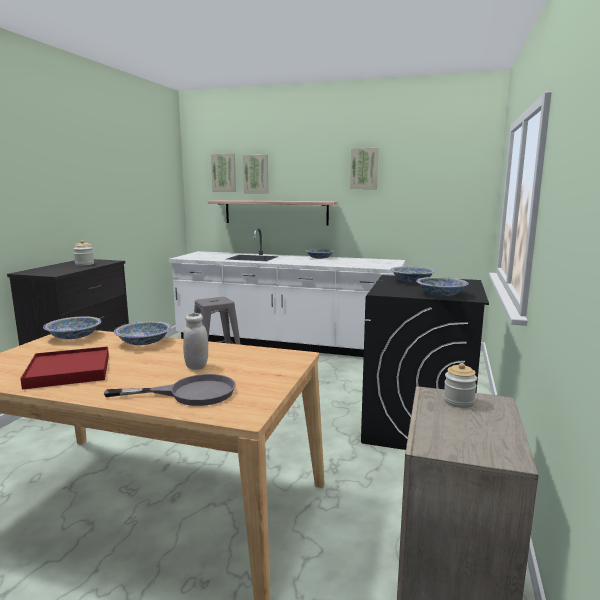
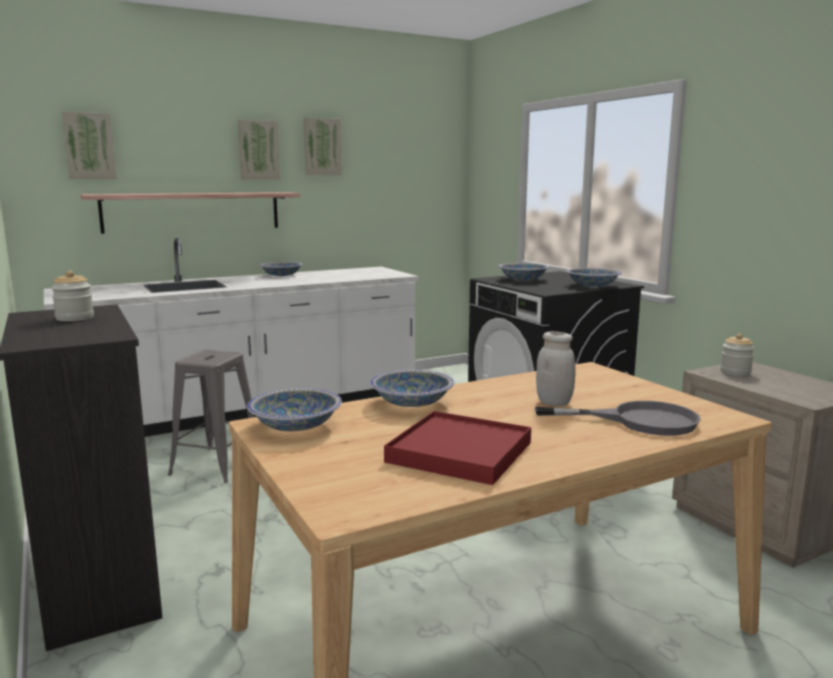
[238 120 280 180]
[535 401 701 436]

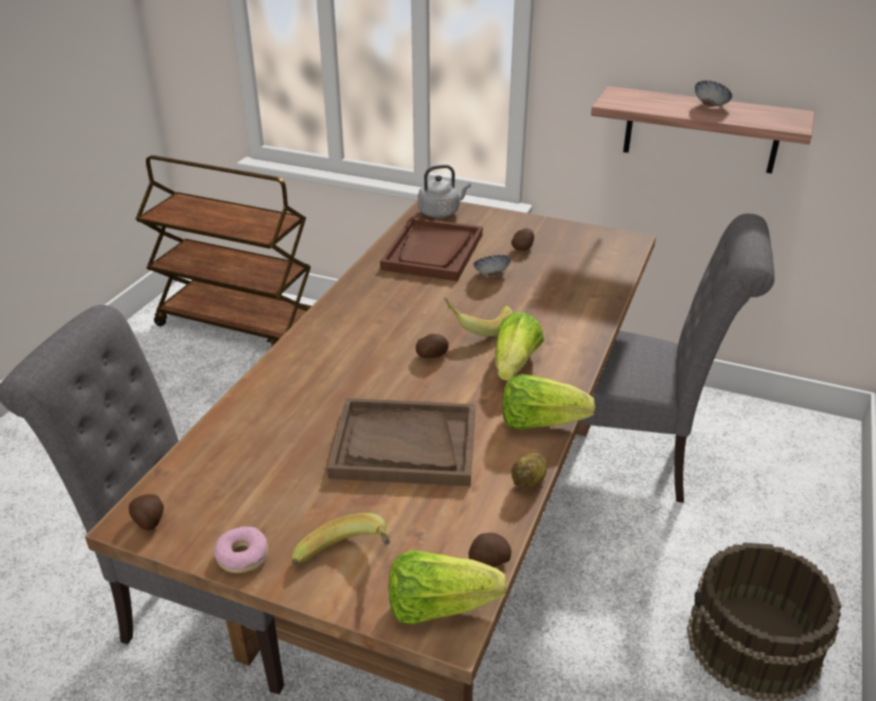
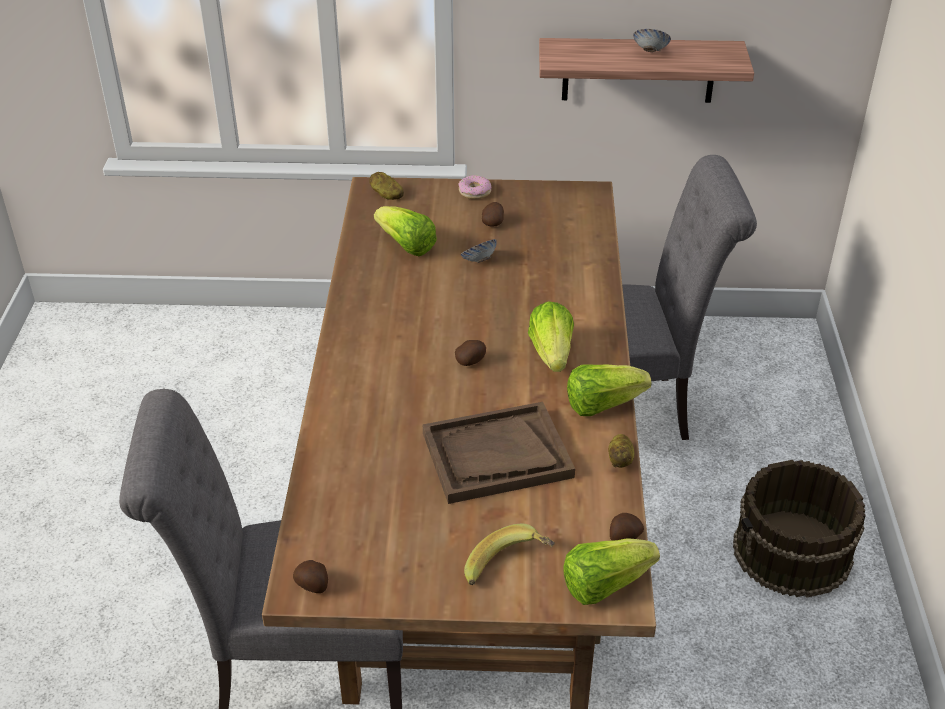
[369 172 404 200]
[374 206 437 256]
[458 175 492 199]
[136 155 312 346] (first image)
[444 298 513 337] (first image)

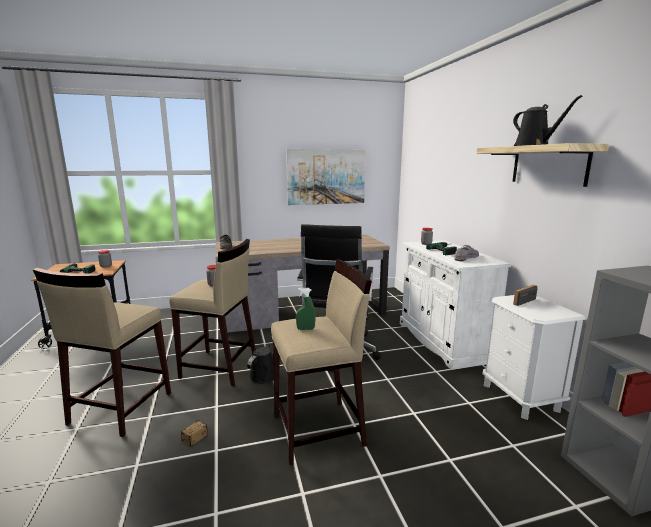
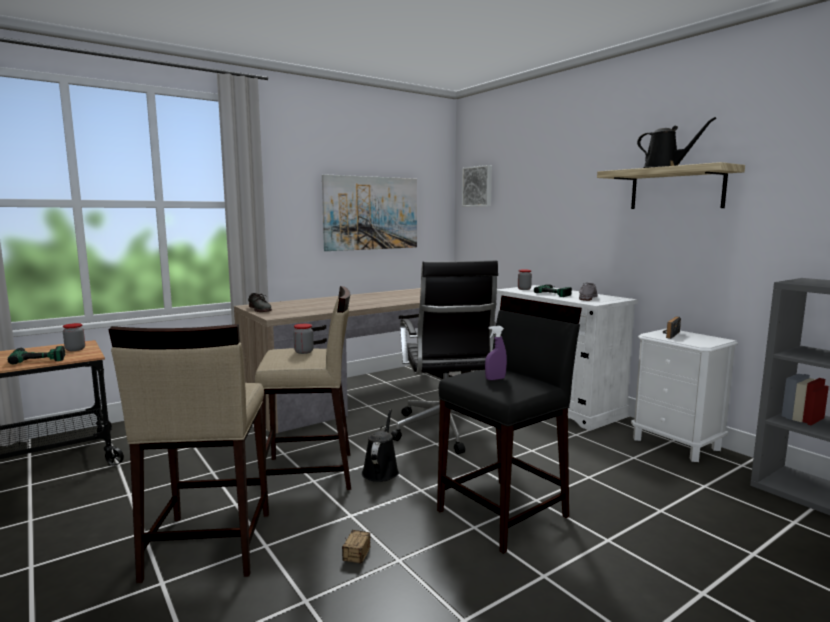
[437 296 582 554]
[462 165 492 207]
[485 326 507 380]

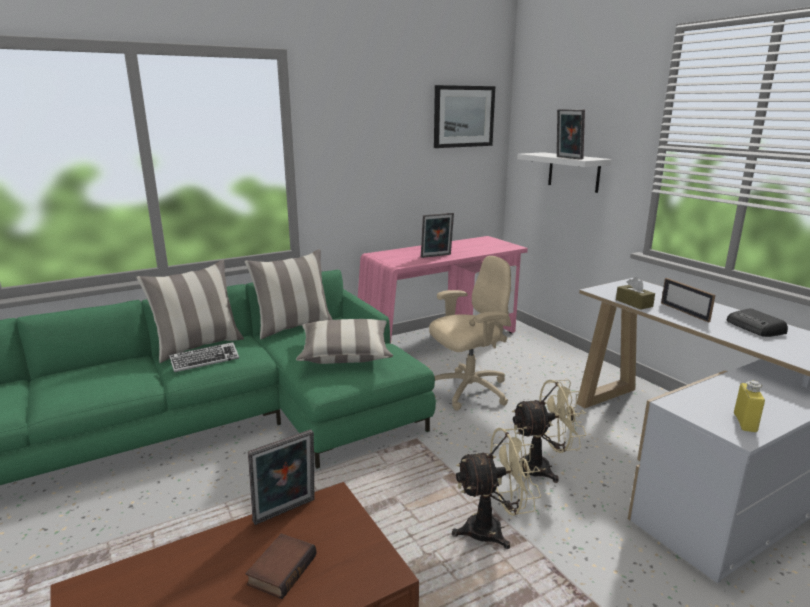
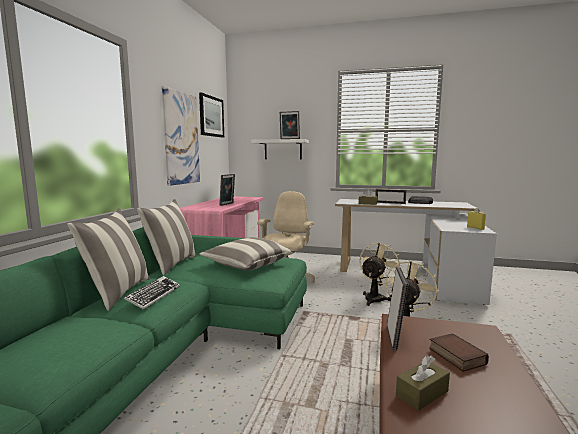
[162 86 200 186]
[396 355 450 411]

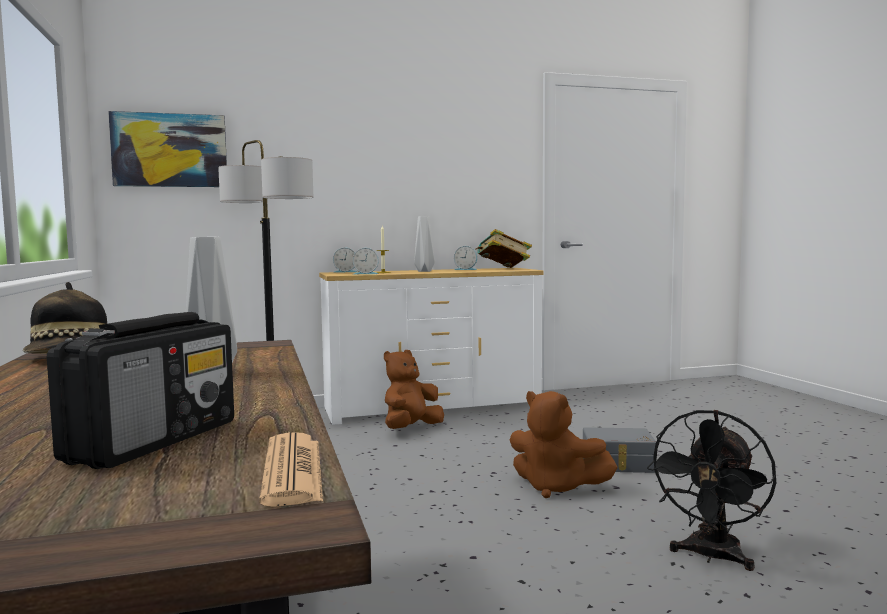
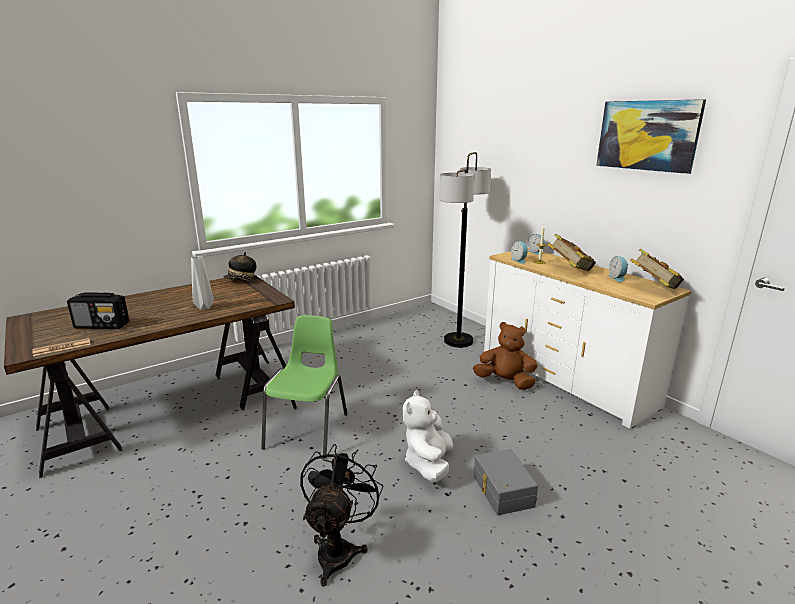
[261 315 348 458]
[300 444 383 586]
[403 390 453 483]
[547 234 596 271]
[596 99 706 174]

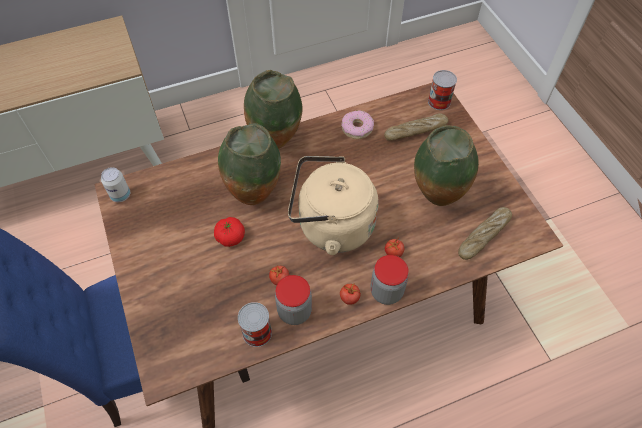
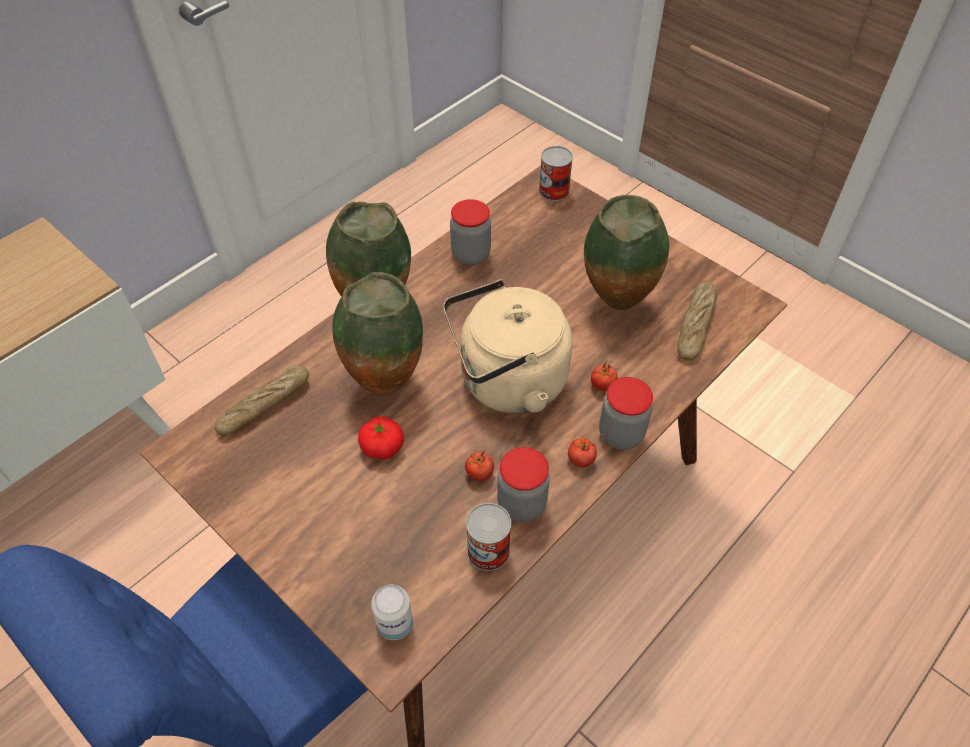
[215 365 309 436]
[371 584 413 640]
[450 199 491 265]

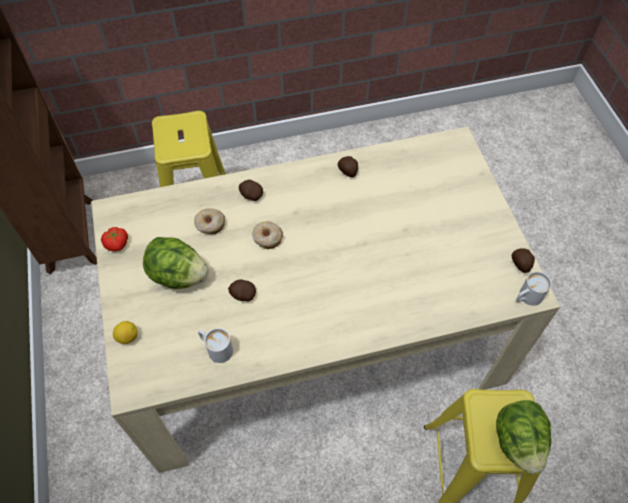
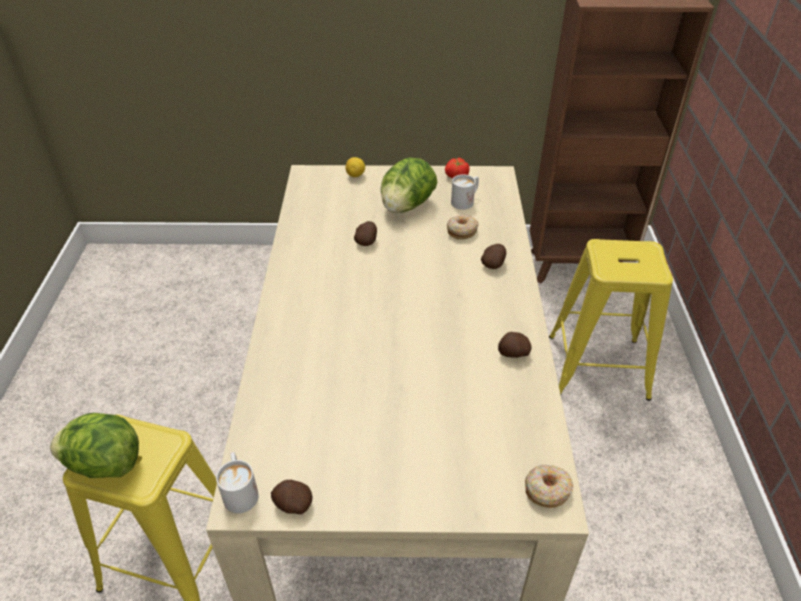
[451 174 479 210]
[525 465 573 508]

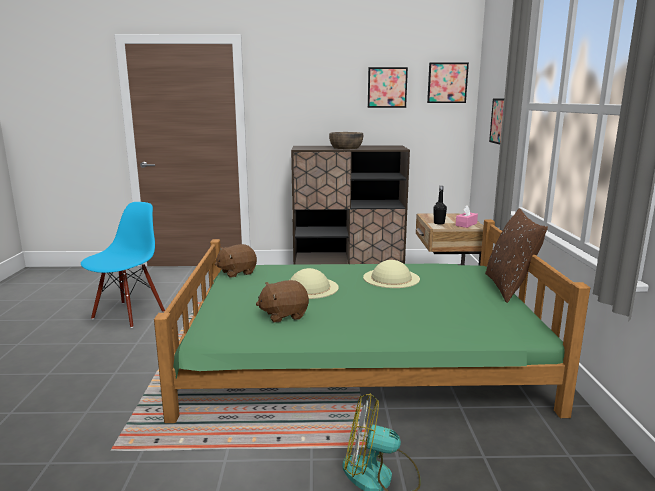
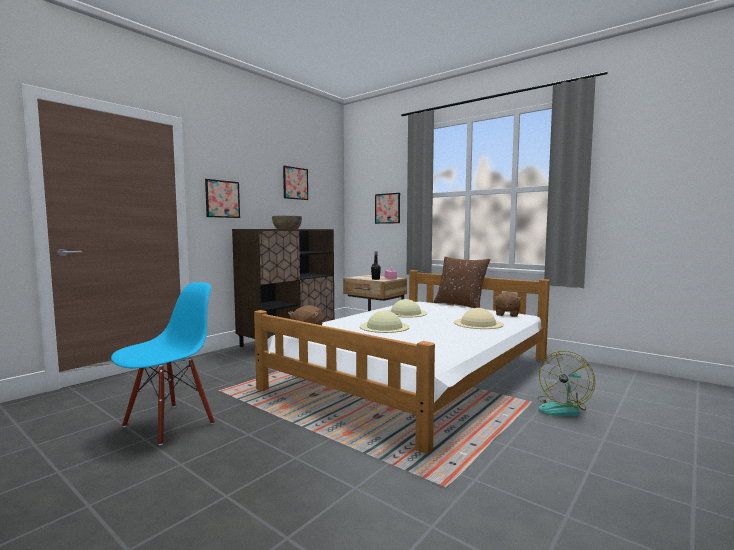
[111 282 215 445]
[205 179 240 218]
[254 270 550 454]
[454 308 504 329]
[494 292 522 317]

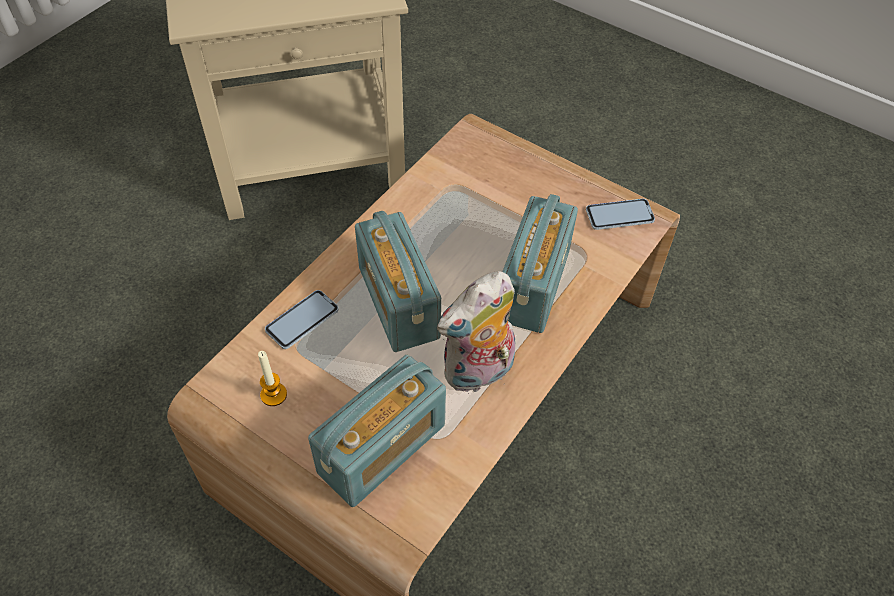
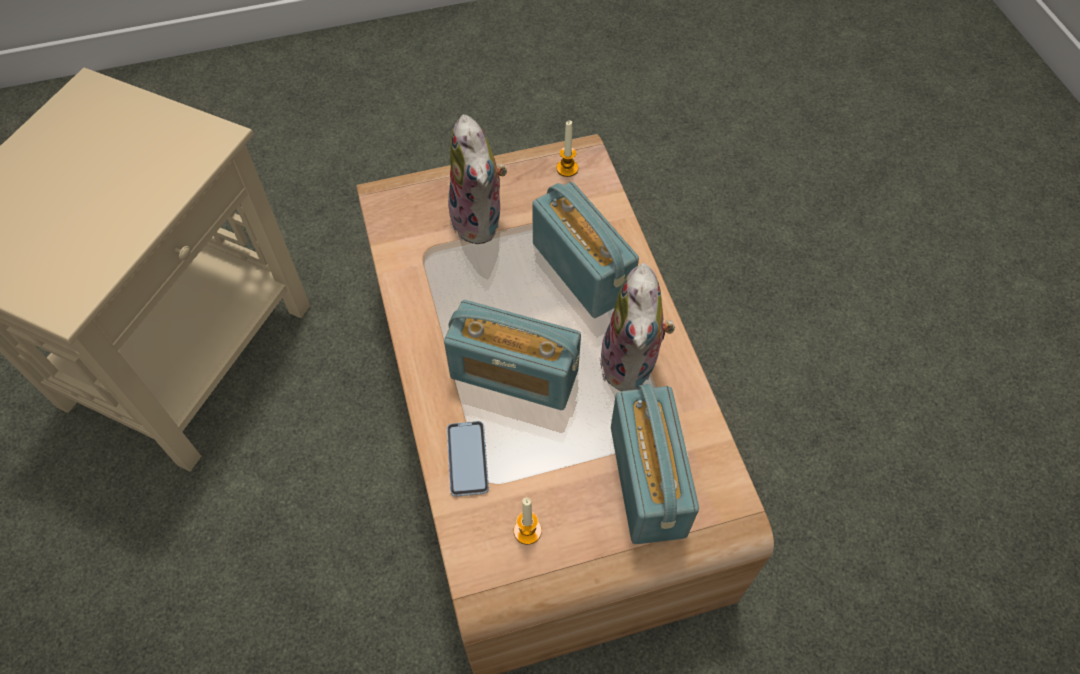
[448 115 507 244]
[556 121 578 177]

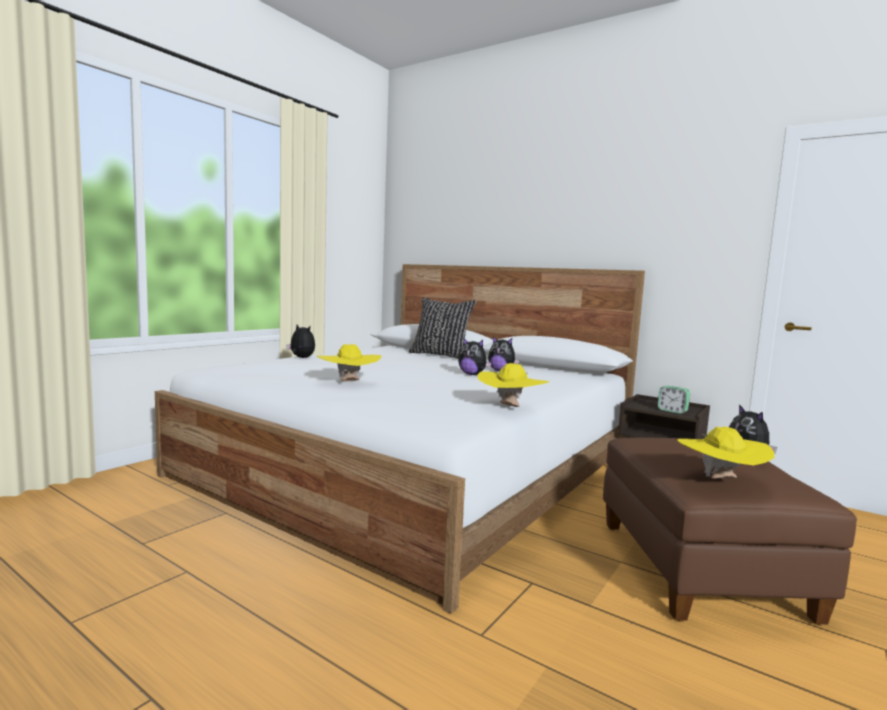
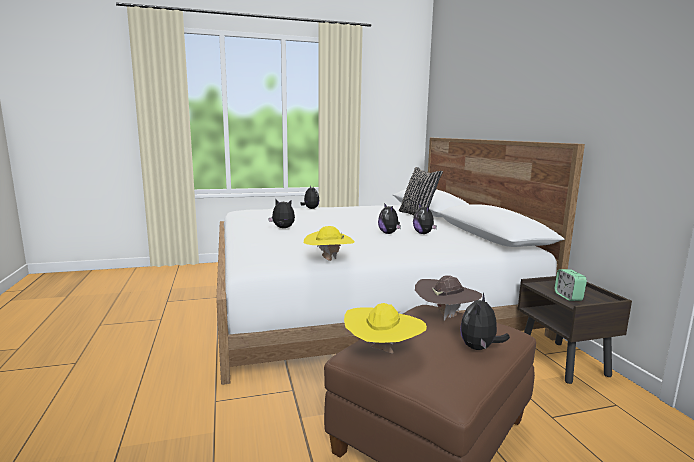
[268 200 295 228]
[415 275 482 321]

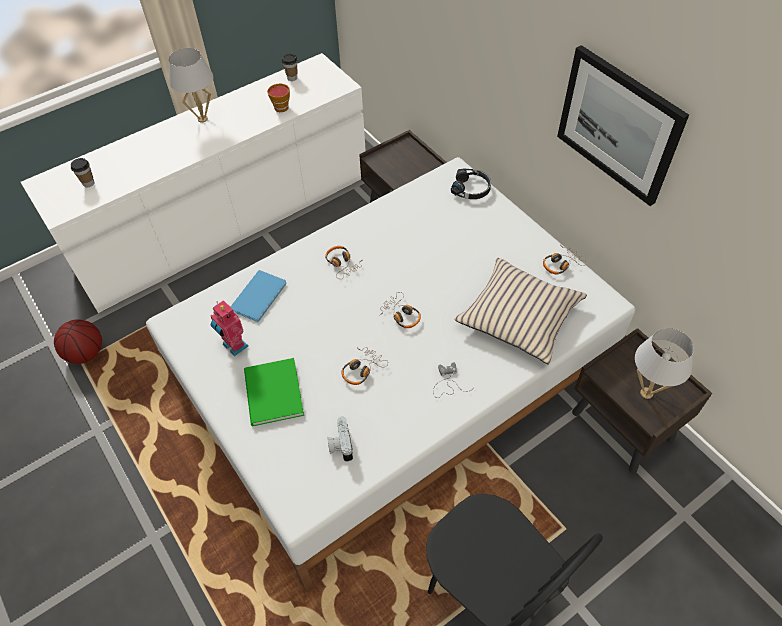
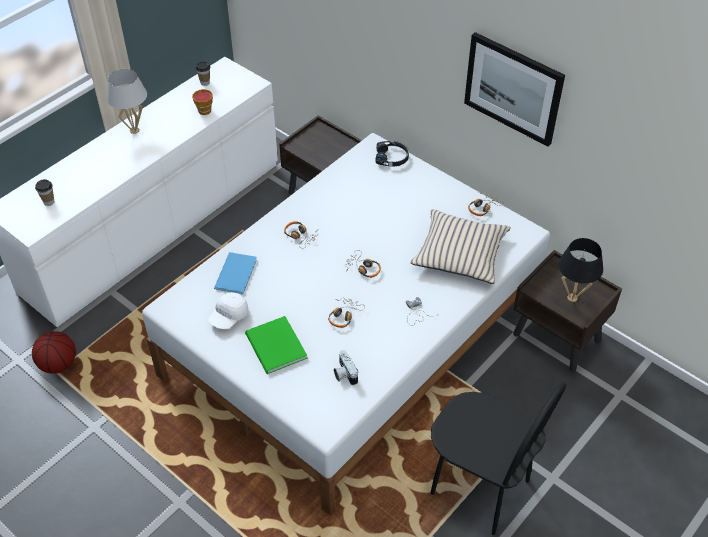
[208 292 249 329]
[558 238 603 302]

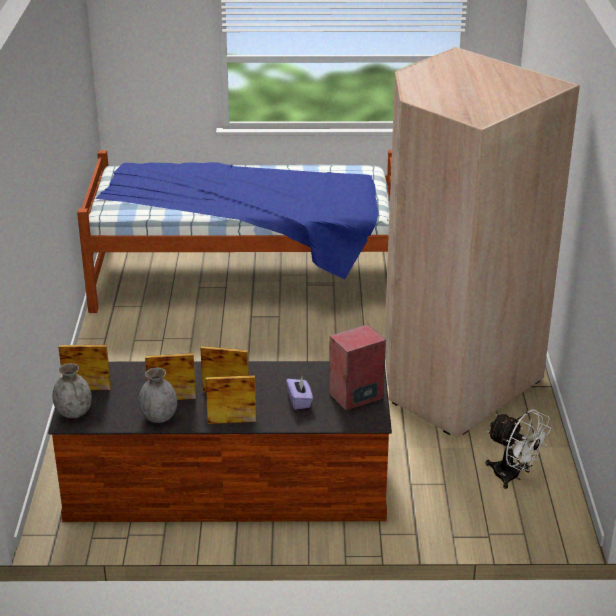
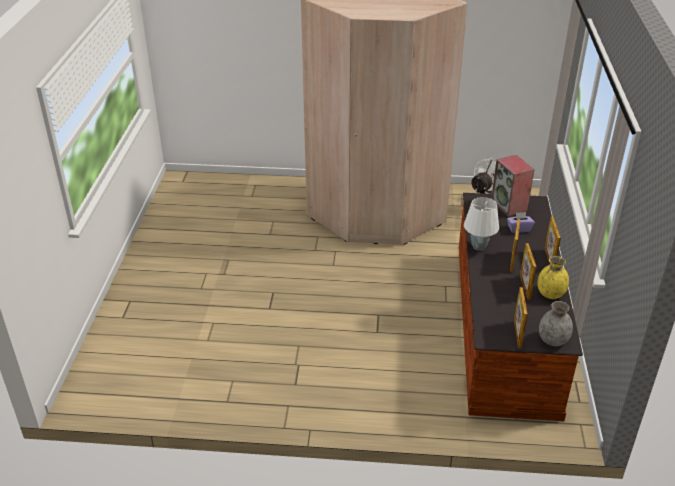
[464 197 499 251]
[537 256 569 299]
[77 150 392 313] (first image)

